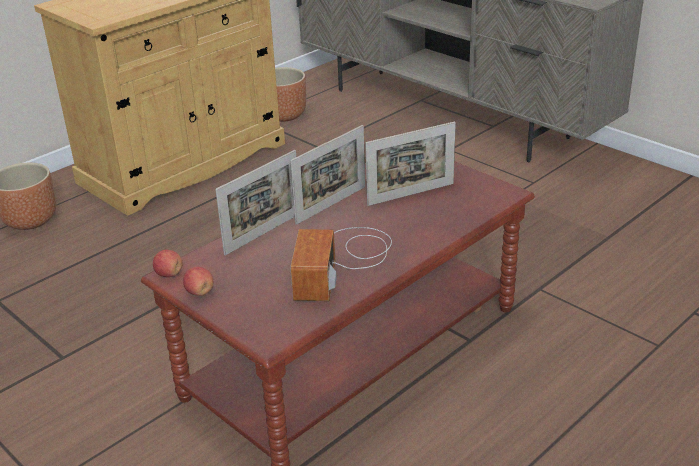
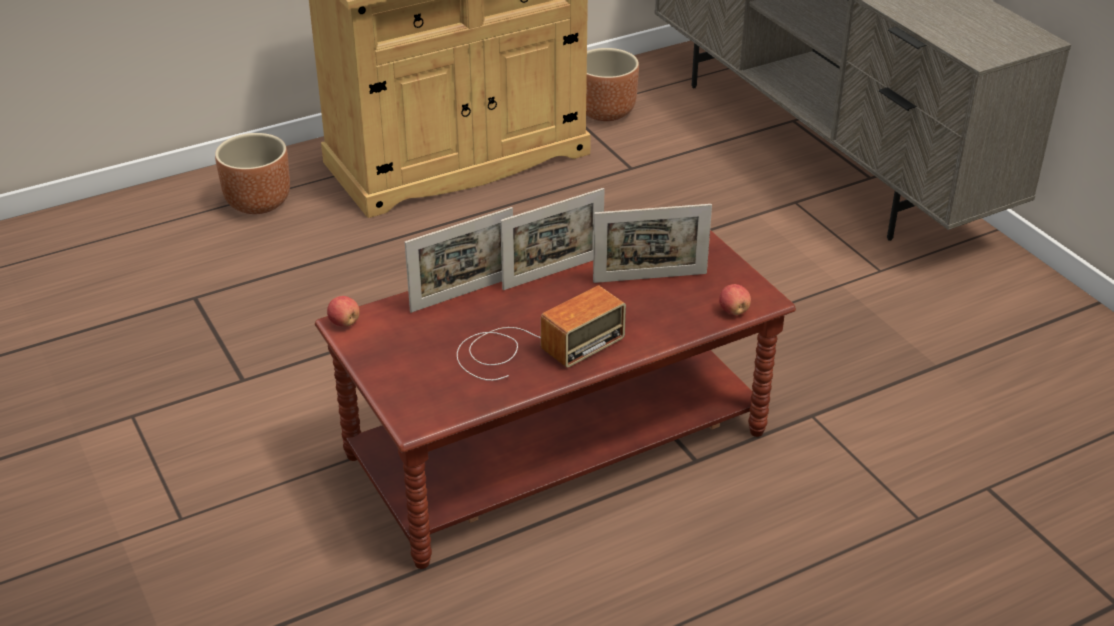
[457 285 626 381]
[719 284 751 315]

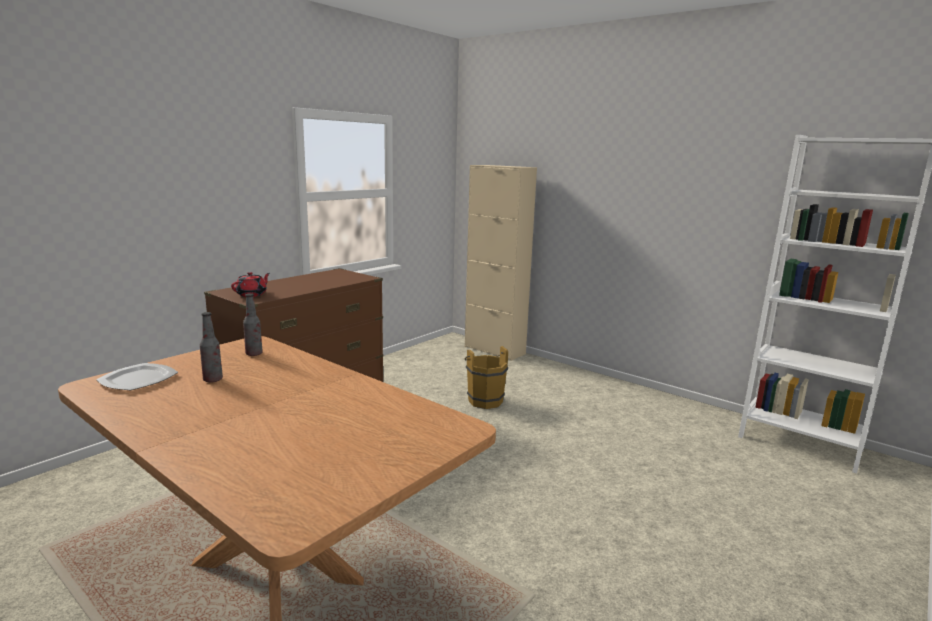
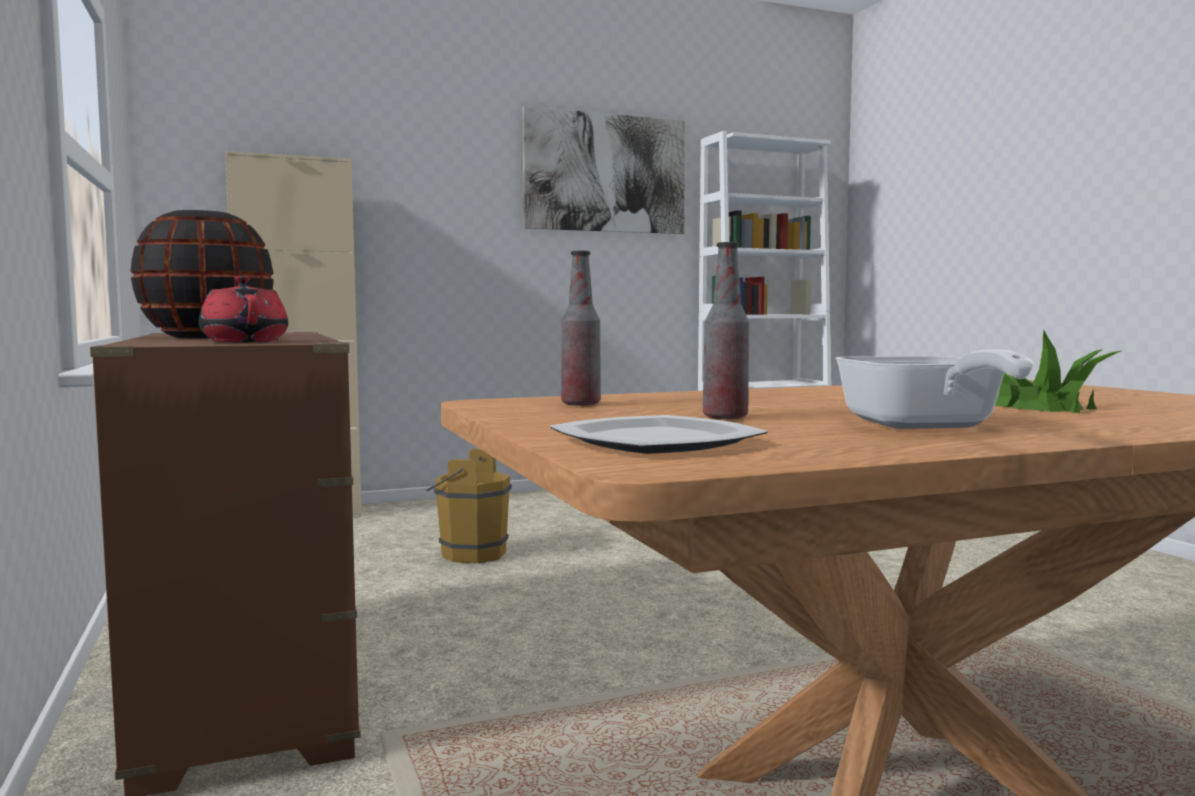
[130 210 274 338]
[523 106 685 234]
[835 350 1033 429]
[995 331 1121 413]

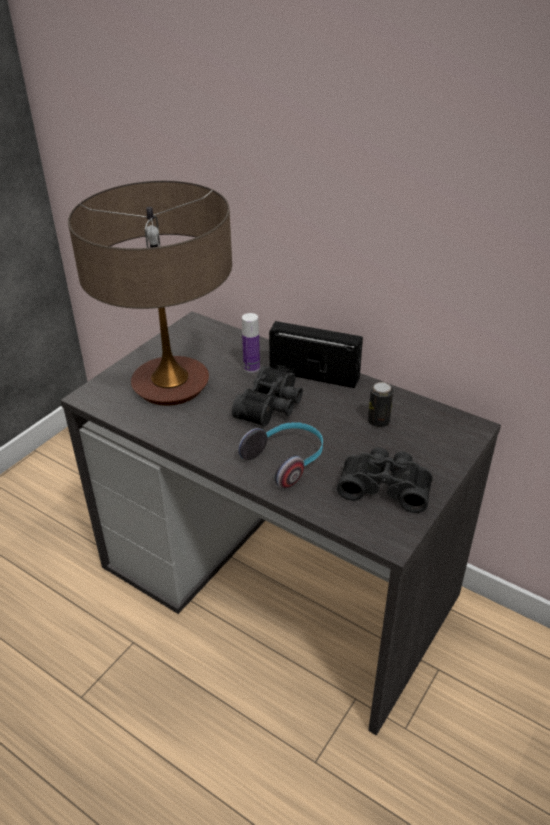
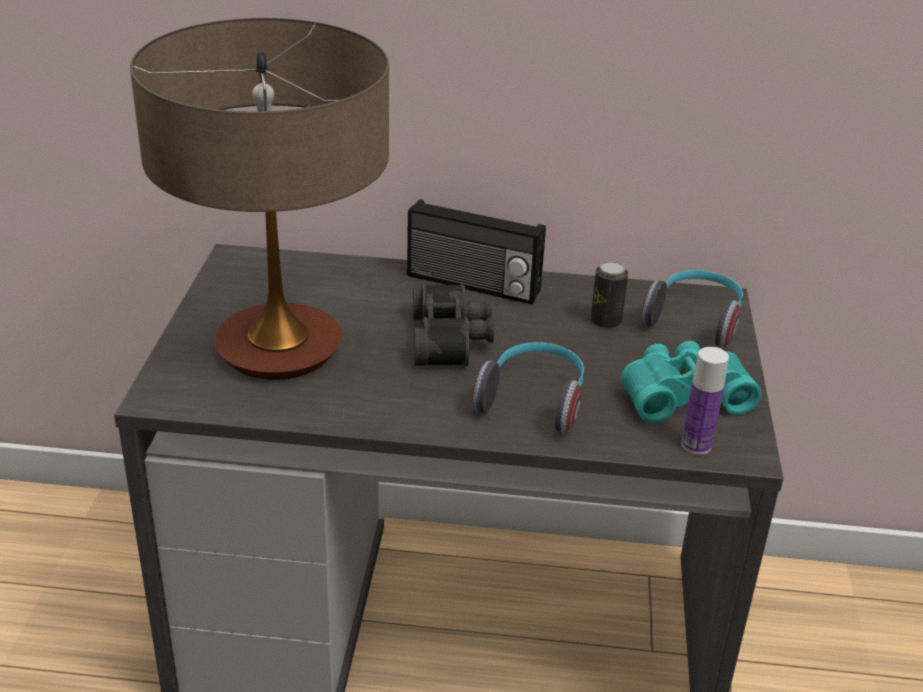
[407 199 546 305]
[621 341 761 423]
[642 270 743 347]
[681 347 729 455]

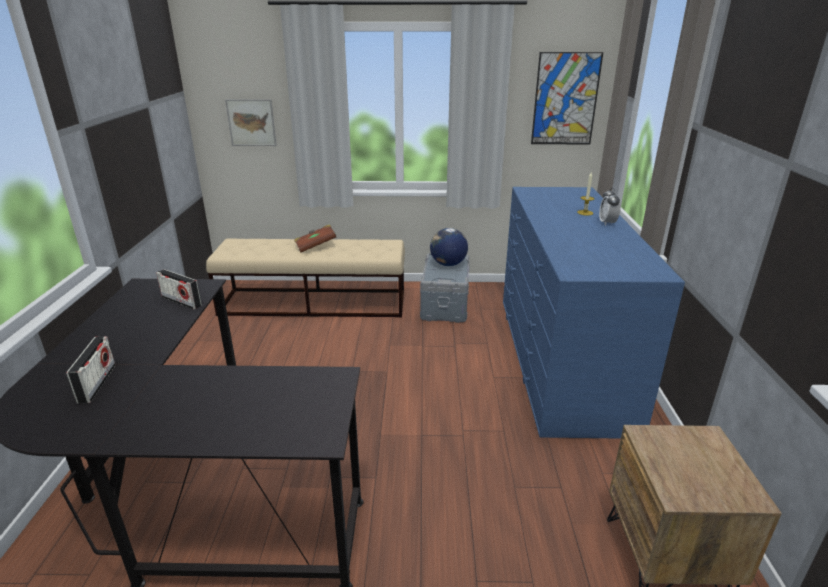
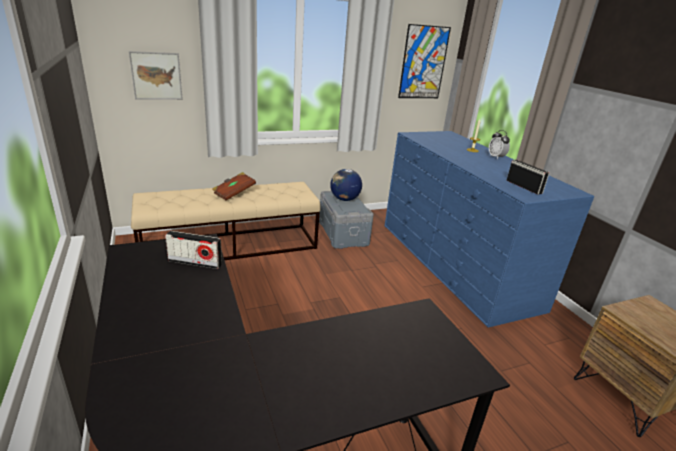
[507 160 550 195]

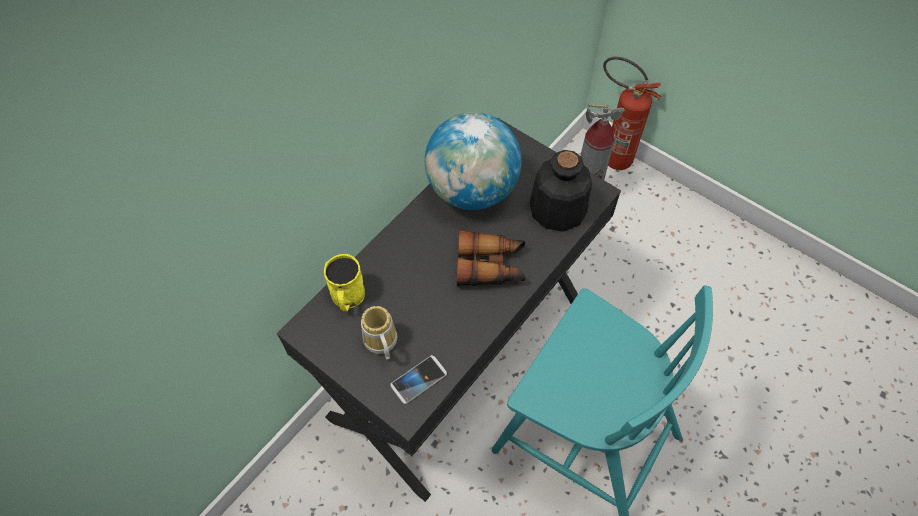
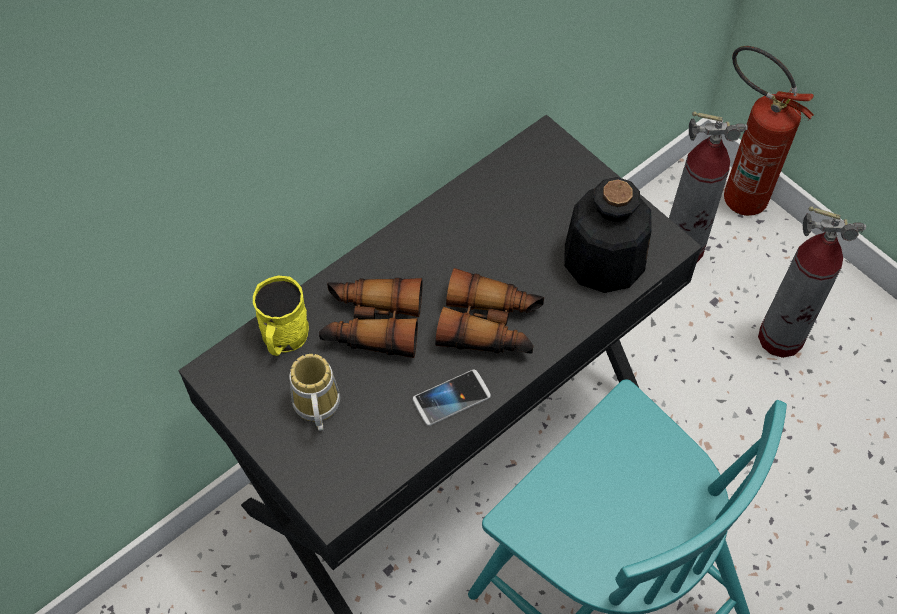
[319 278 423 358]
[413 369 491 426]
[758 206 866 358]
[425 112 522 210] (first image)

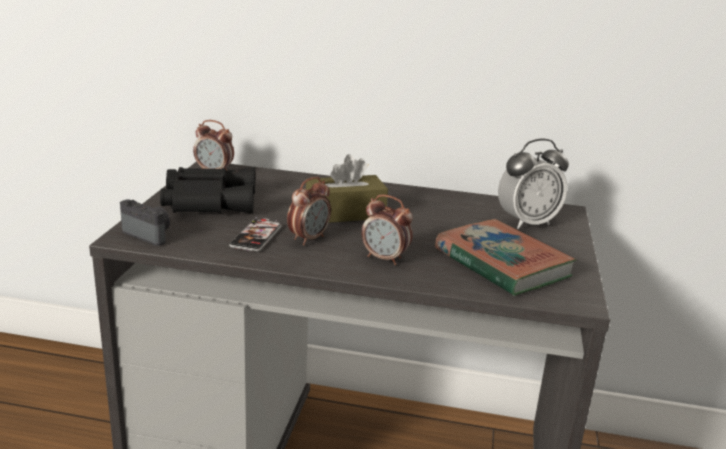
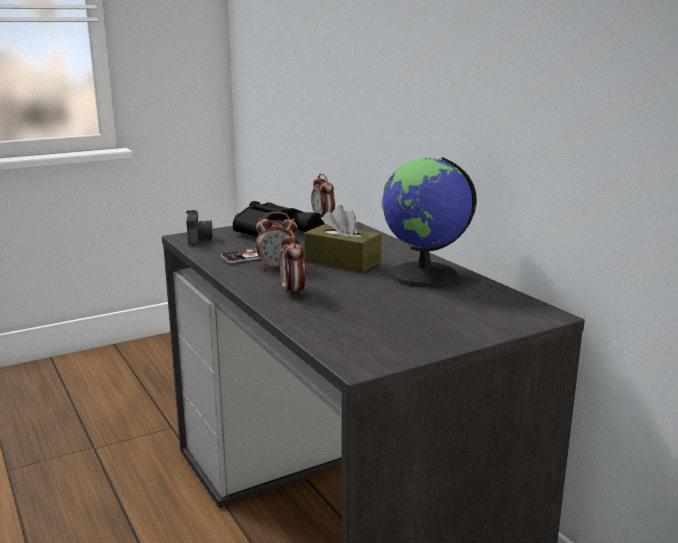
[381 157 477 287]
[435 219 577 296] (first image)
[498 139 569 229] (first image)

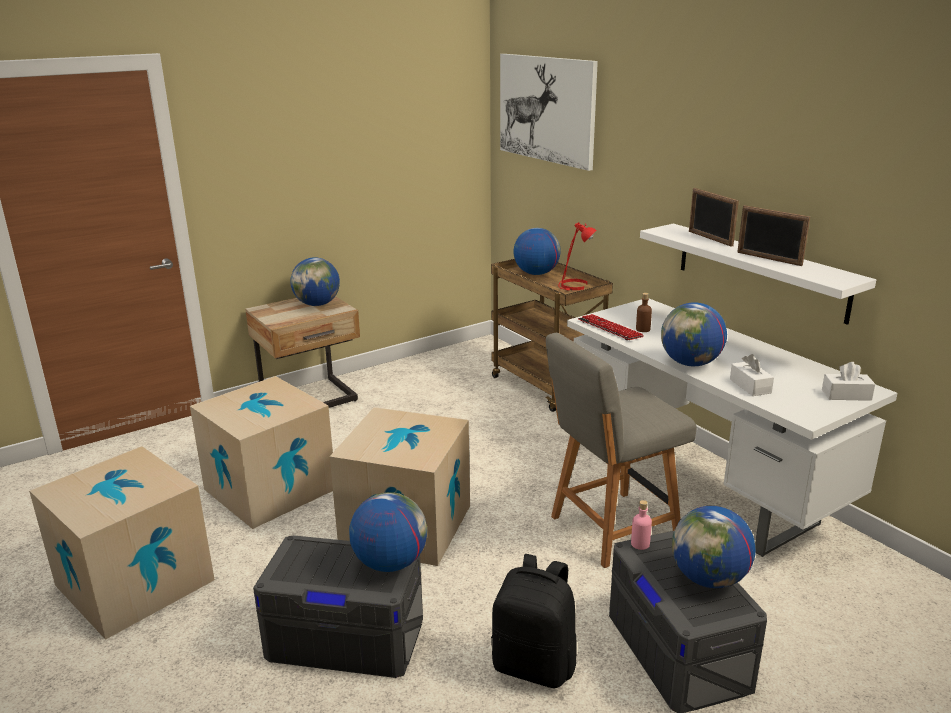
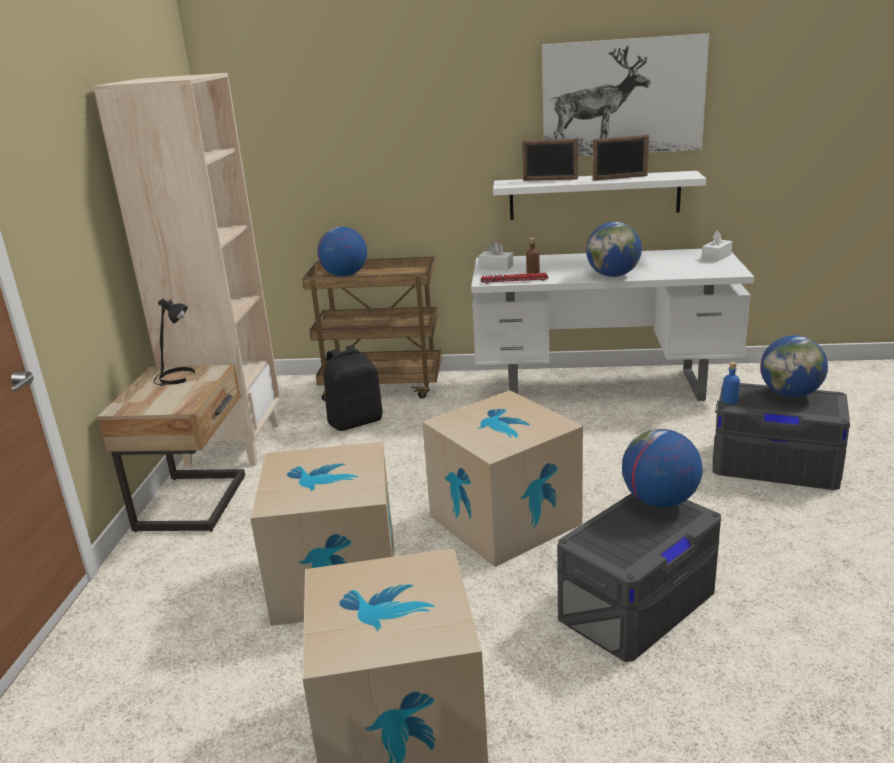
[93 73 280 467]
[153 298 195 386]
[324 345 383 431]
[479 242 513 270]
[542 34 709 156]
[722 362 740 404]
[546 333 697 568] (first image)
[558 222 596 290] (first image)

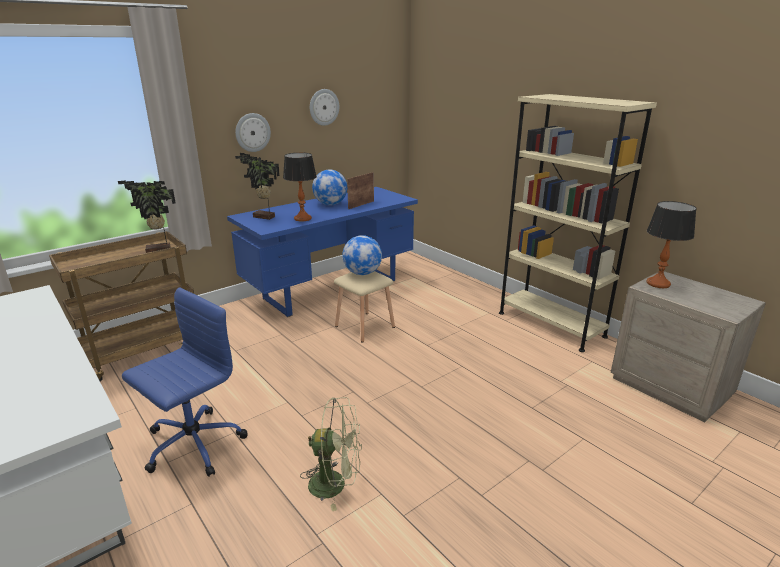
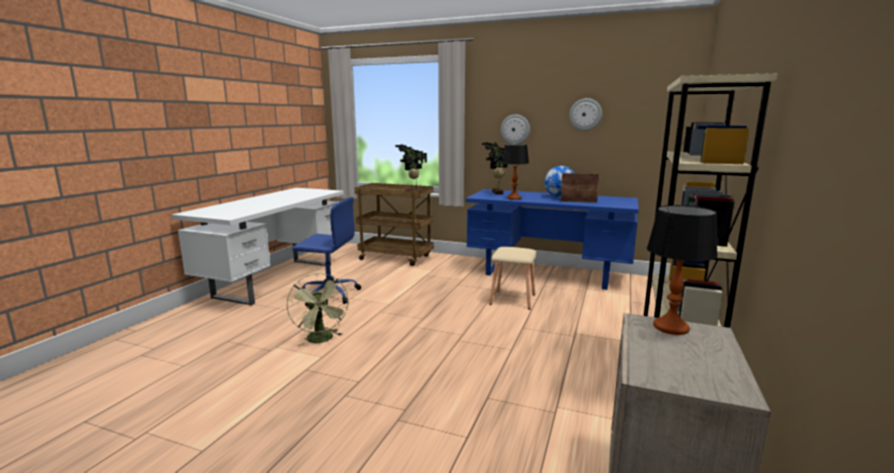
[342 235 382 275] (first image)

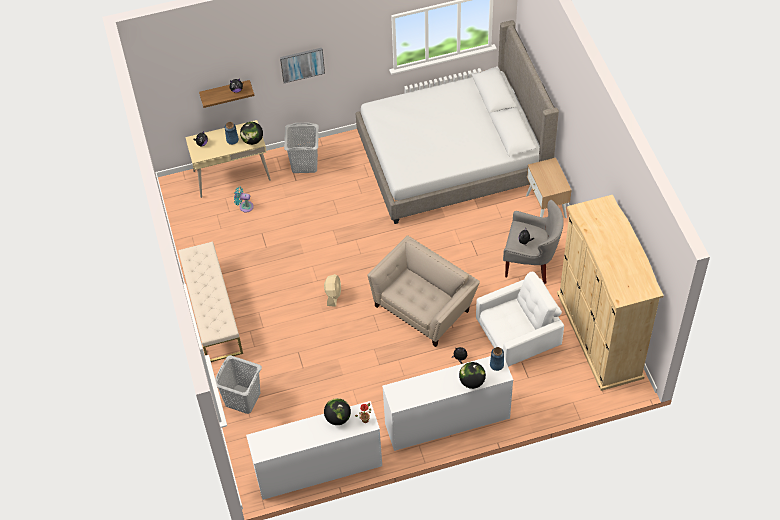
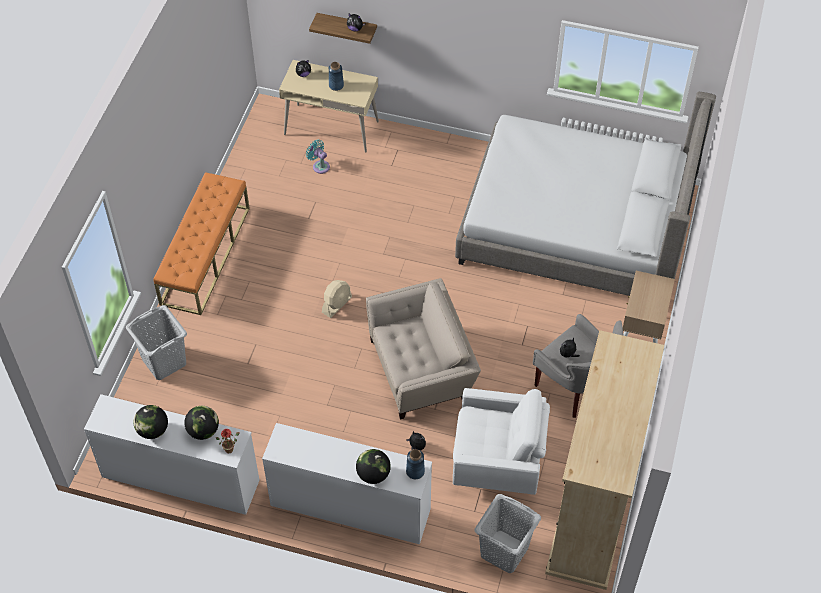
[133 405 168 439]
[153 172 250 315]
[474 494 541 573]
[280 48 325 83] (first image)

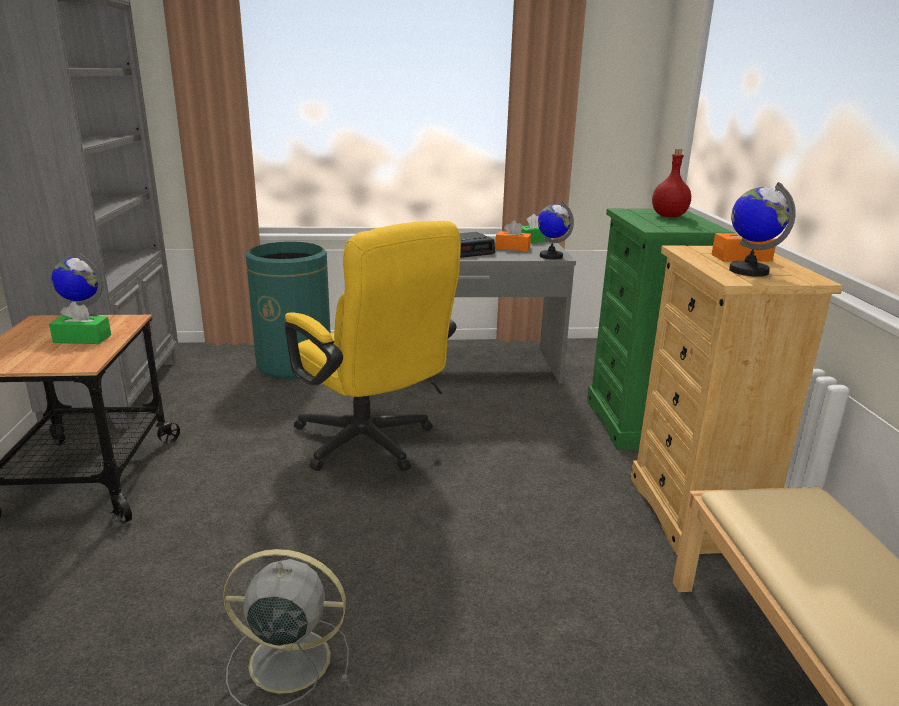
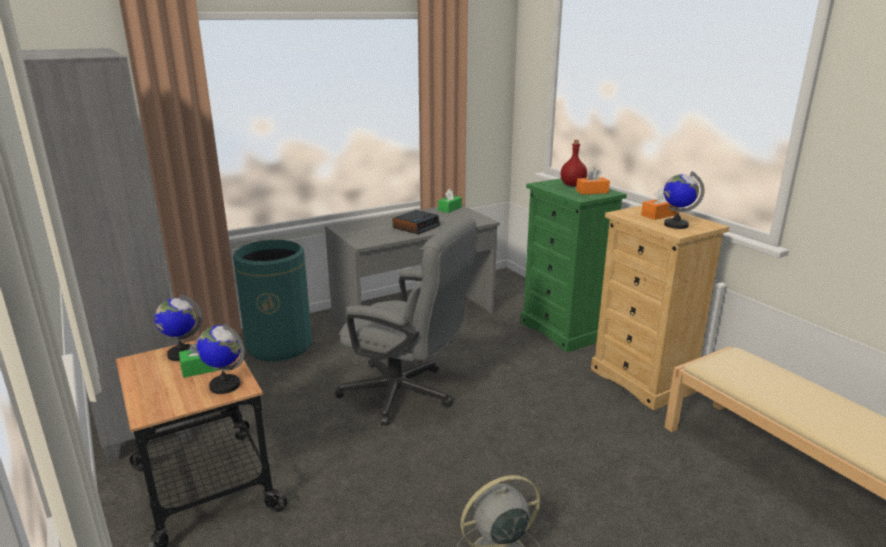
[197 324 245 394]
[335 217 477 425]
[576 168 610 195]

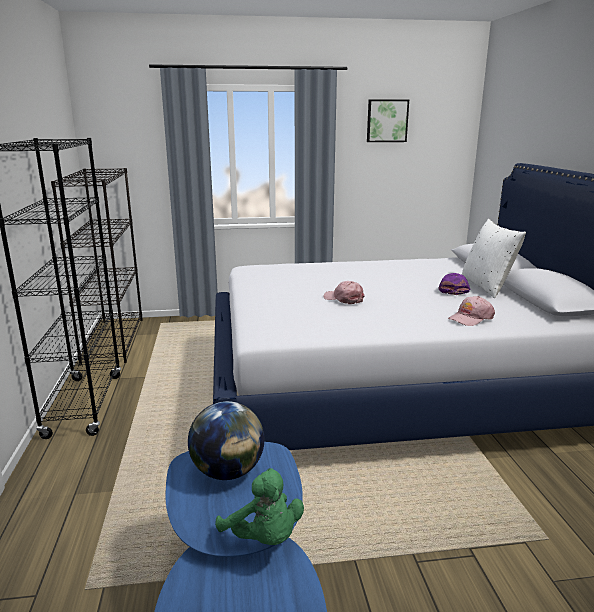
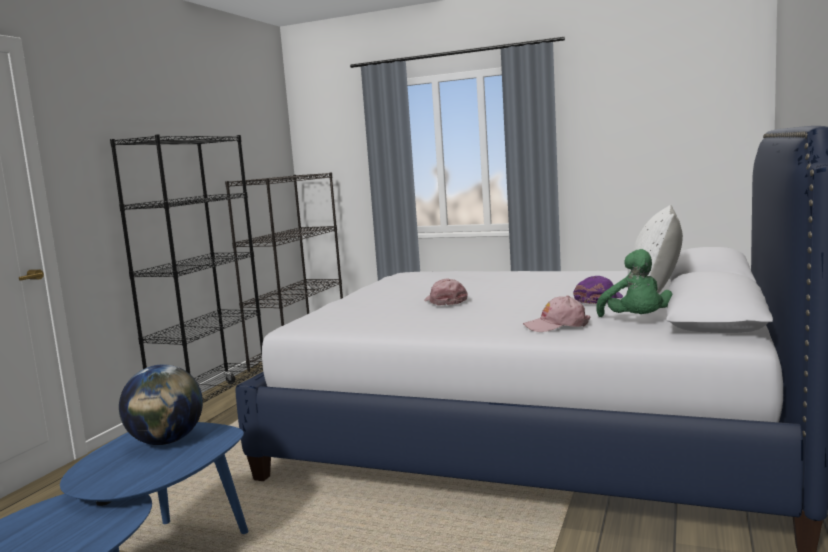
[596 249 673 317]
[367 99 409 142] (first image)

